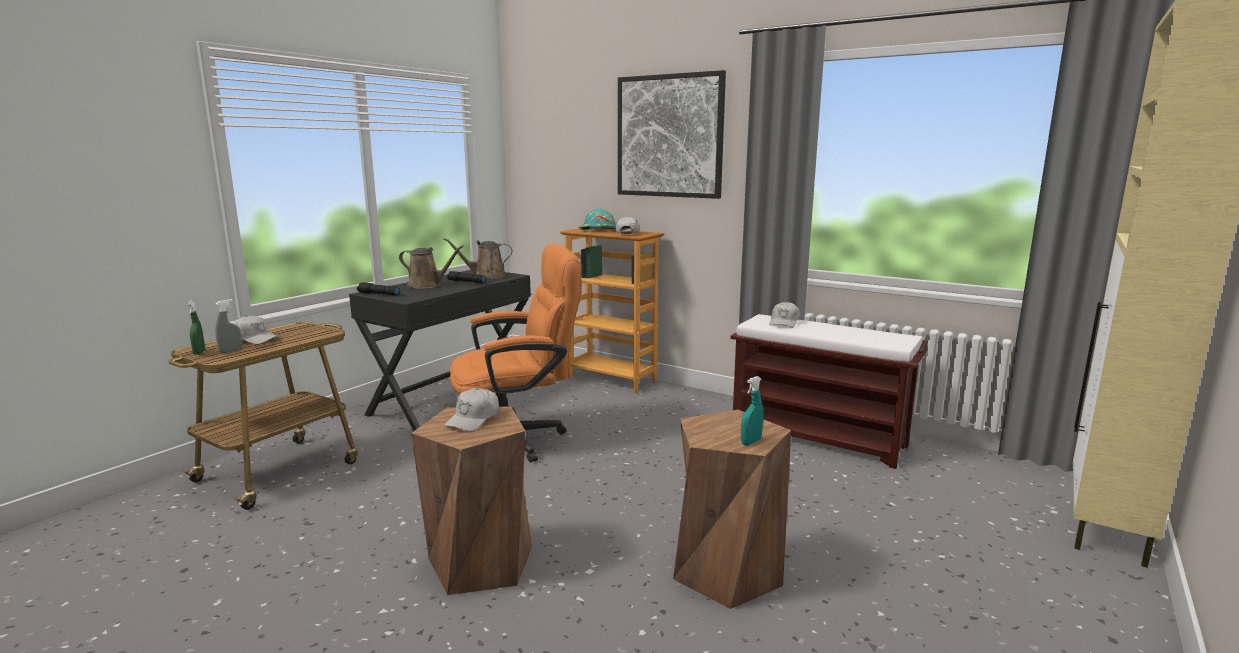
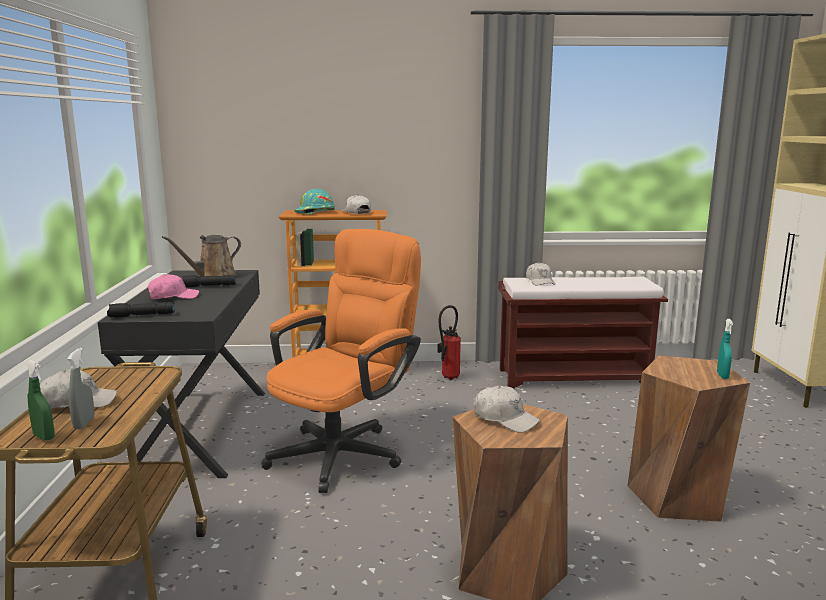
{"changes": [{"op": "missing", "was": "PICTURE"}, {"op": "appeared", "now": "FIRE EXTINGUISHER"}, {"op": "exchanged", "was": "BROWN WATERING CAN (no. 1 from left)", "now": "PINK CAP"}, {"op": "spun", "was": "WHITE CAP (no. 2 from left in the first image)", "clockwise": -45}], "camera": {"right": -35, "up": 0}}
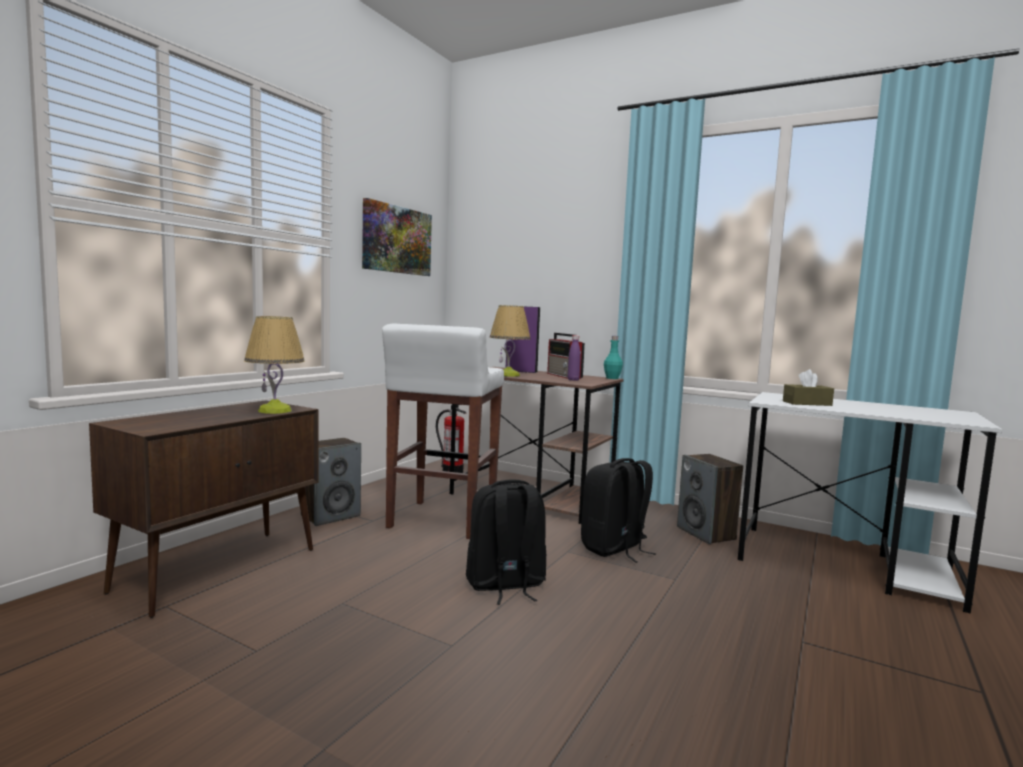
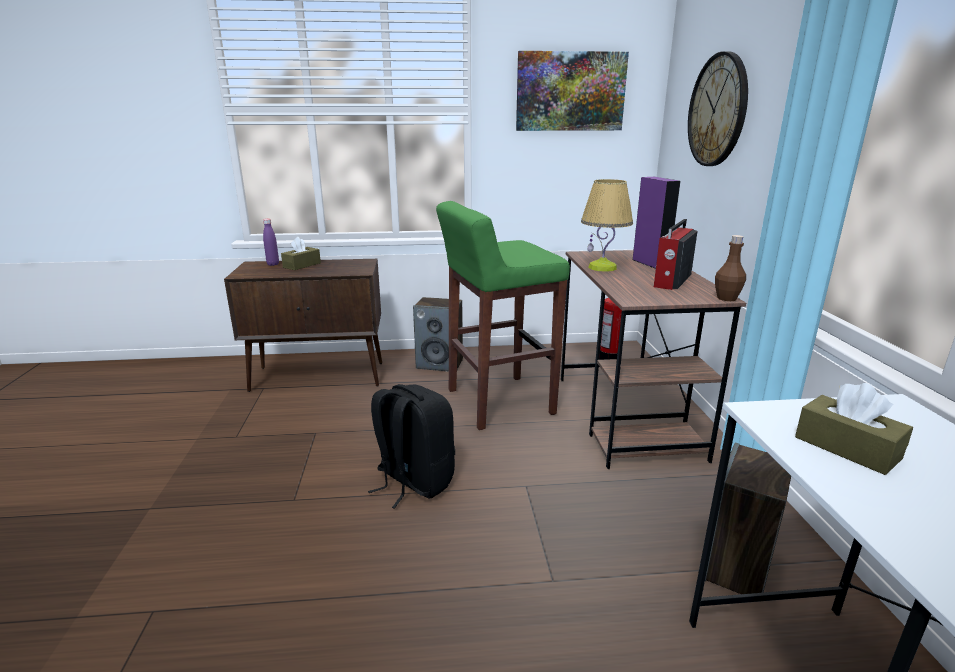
{"changes": [{"op": "missing", "was": "TABLE LAMP (no. 1 from left)"}, {"op": "missing", "was": "BLACK BACKPACK (no. 2 from left)"}, {"op": "appeared", "now": "BROWN TISSUE BOX (no. 1 from left)"}, {"op": "appeared", "now": "WALL CLOCK"}, {"op": "relocated", "was": "PURPLE BOTTLE"}, {"op": "colour", "was": "WHITE STOOL", "now": "GREEN STOOL"}, {"op": "colour", "was": "TURQUOISE BOTTLE", "now": "BROWN BOTTLE"}], "camera": {"right": 55, "up": 15}}
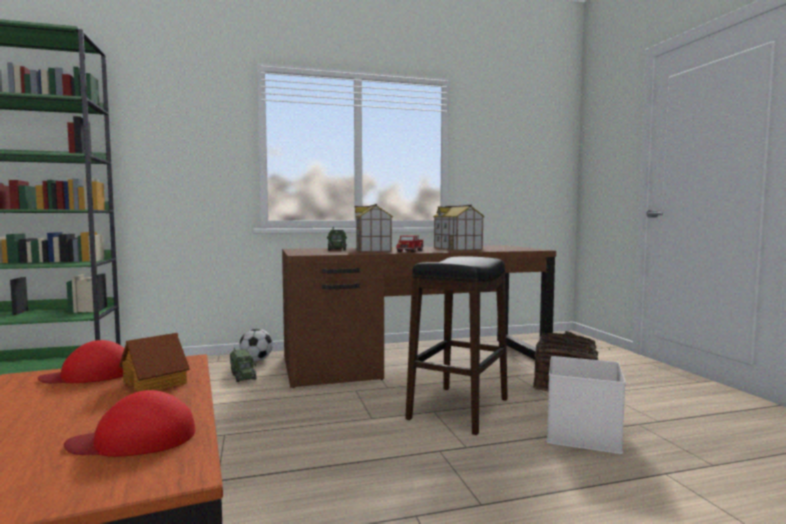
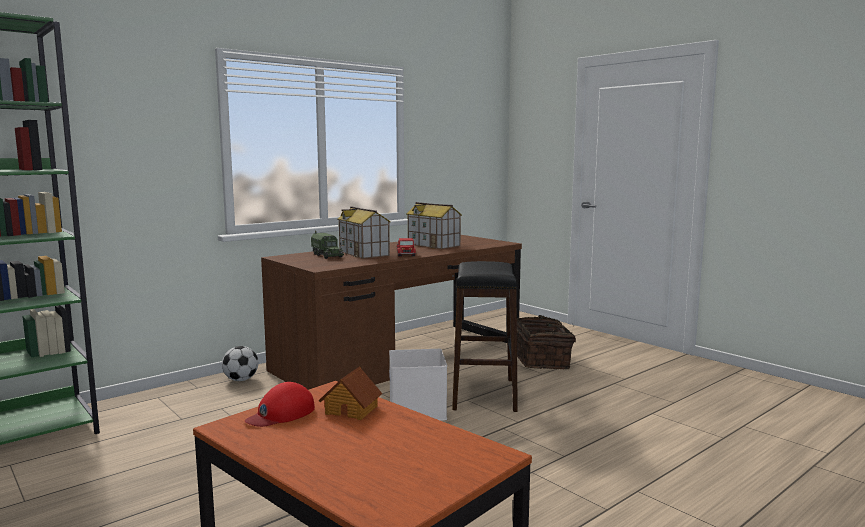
{"changes": [{"op": "missing", "was": "RED CAP (no. 2 from left)"}, {"op": "missing", "was": "TOY TRUCK (no. 1 from left)"}, {"op": "relocated", "was": "WHITE STORAGE BOX"}], "camera": {"right": -25, "up": 5}}
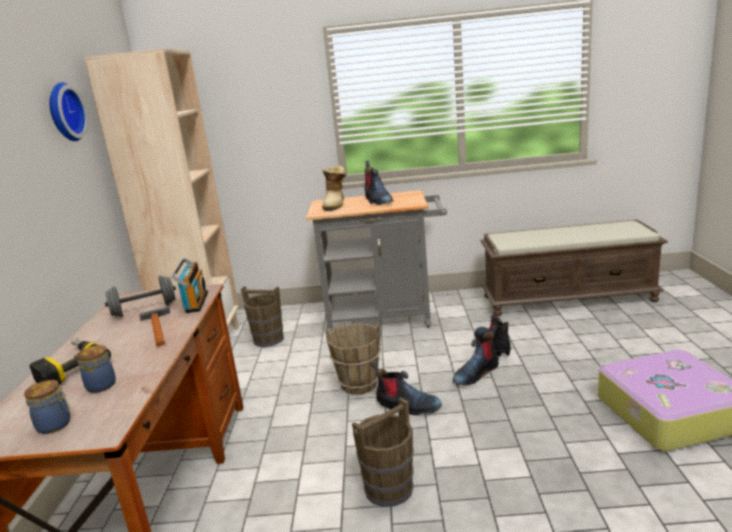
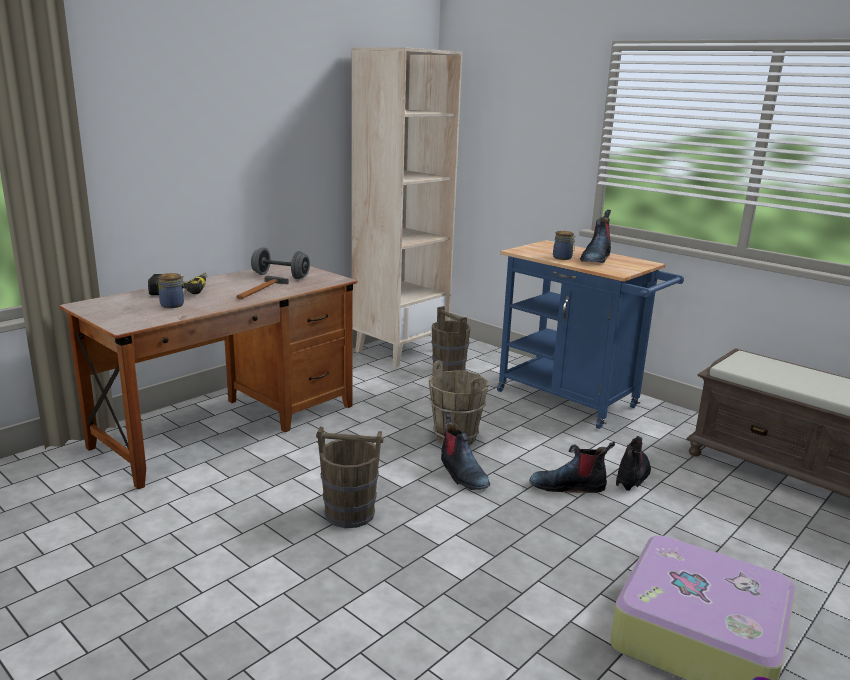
{"changes": [{"op": "missing", "was": "WALL CLOCK"}, {"op": "missing", "was": "RADIO"}, {"op": "missing", "was": "BOOT (no. 1 from left)"}, {"op": "relocated", "was": "JAR (no. 1 from left in the first image)", "now": "JAR (no. 2 from left)"}, {"op": "colour", "was": "GREY CART", "now": "BLUE CART"}], "camera": {"right": 40, "up": 0}}
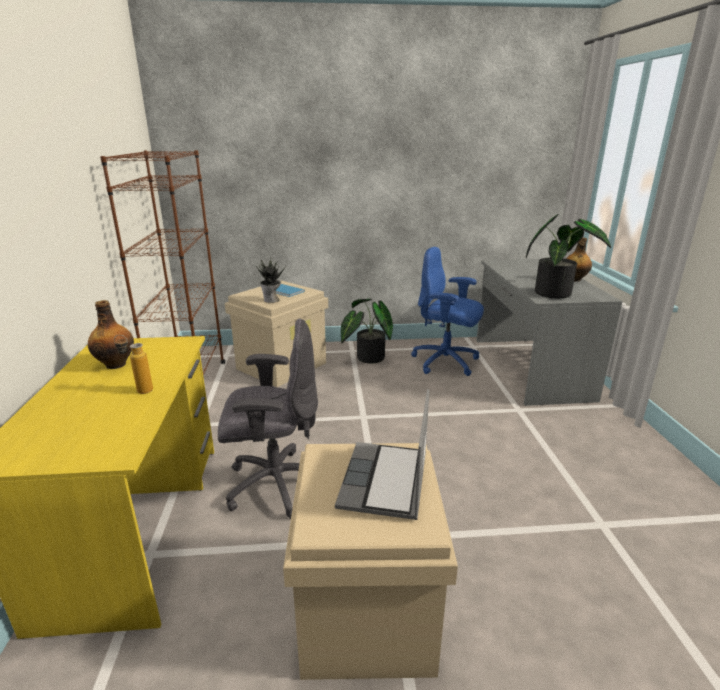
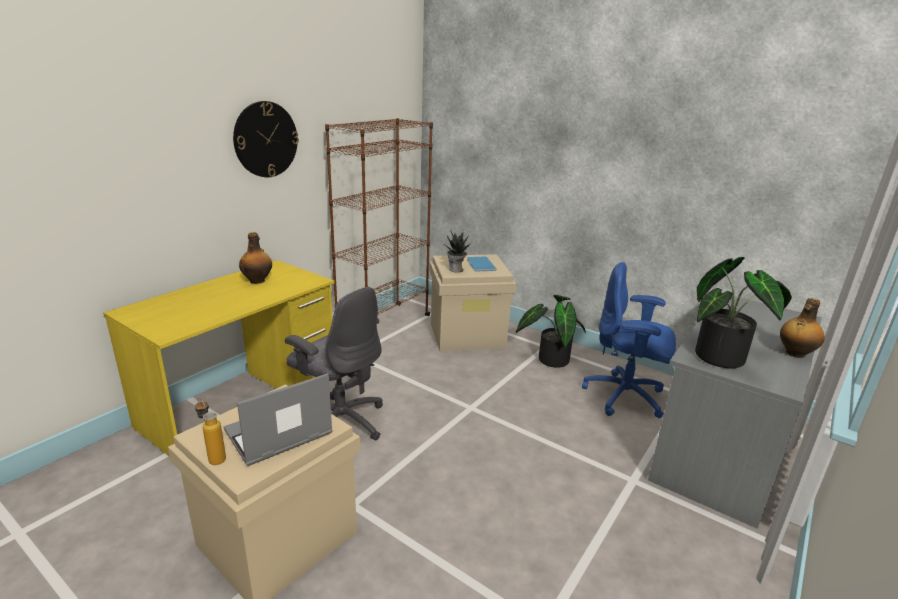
{"changes": [{"op": "appeared", "now": "WALL CLOCK"}, {"op": "relocated", "was": "BOTTLE (no. 2 from left in the first image)", "now": "BOTTLE (no. 1 from left)"}, {"op": "spun", "was": "BLUE OFFICE CHAIR", "clockwise": -45}], "camera": {"right": 40, "up": 0}}
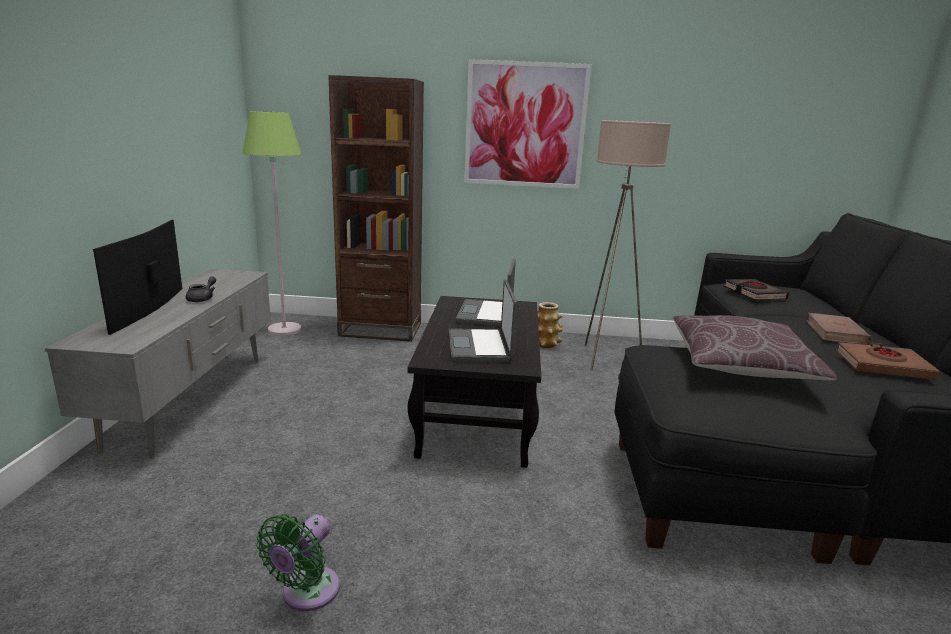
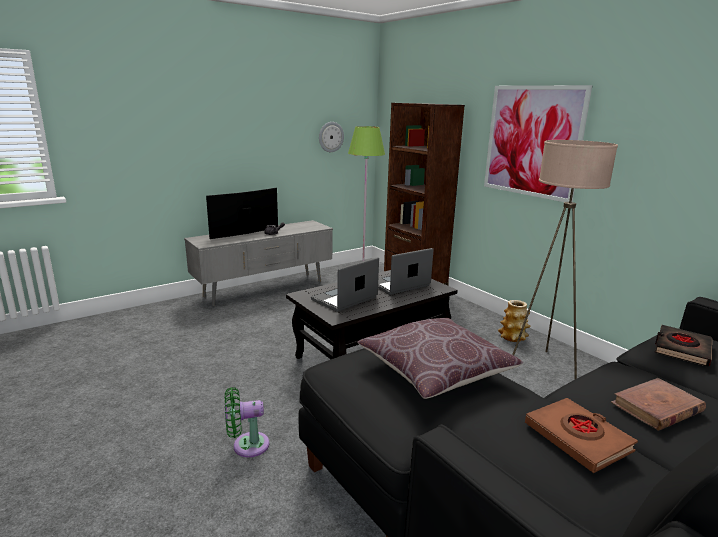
{"changes": [{"op": "appeared", "now": "WALL CLOCK"}, {"op": "relocated", "was": "GREEN FAN"}], "camera": {"right": 50, "up": 0}}
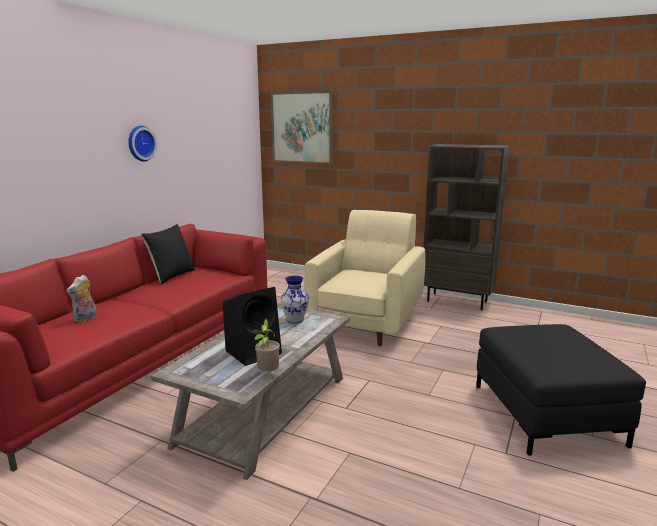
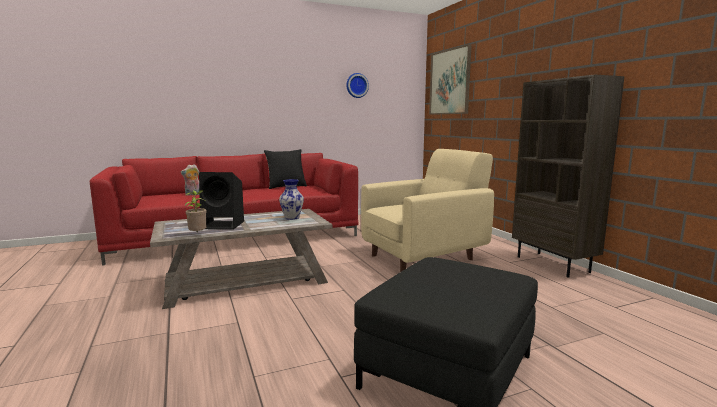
{"changes": [{"op": "relocated", "was": "WALL CLOCK"}], "camera": {"right": 40, "up": -5}}
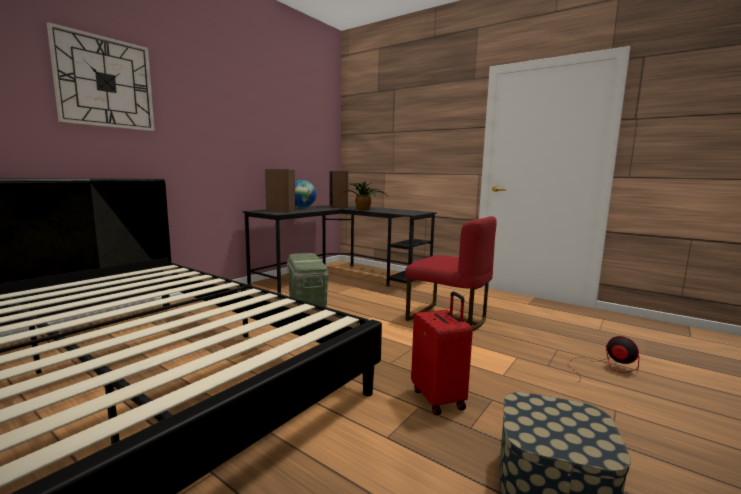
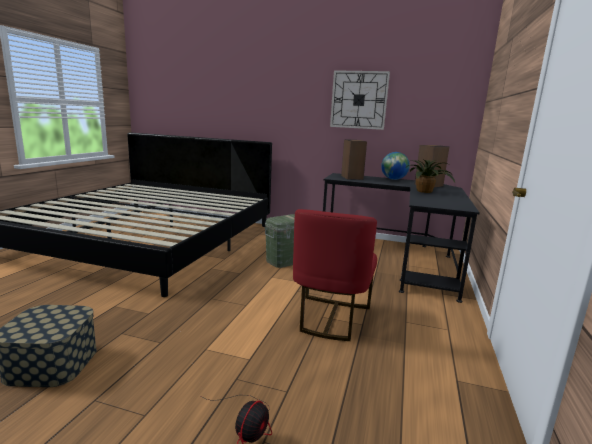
{"changes": [{"op": "missing", "was": "RED SUITCASE"}, {"op": "relocated", "was": "WALL CLOCK"}], "camera": {"right": 70, "up": 5}}
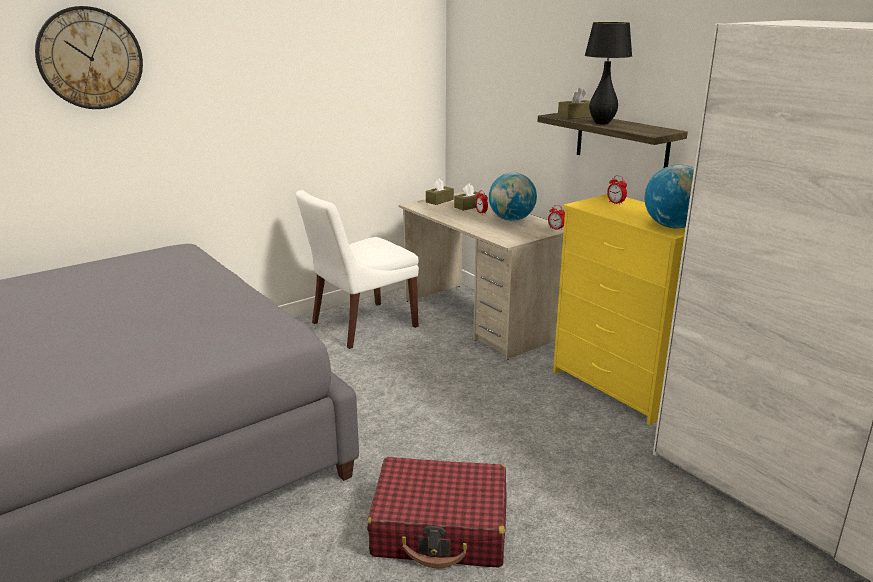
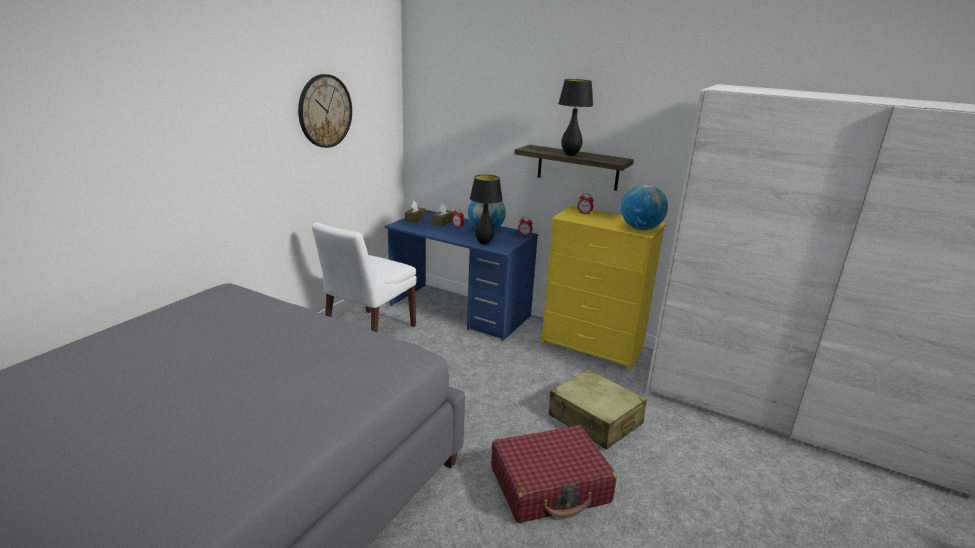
{"changes": [{"op": "missing", "was": "BROWN TISSUE BOX (no. 3 from left)"}, {"op": "appeared", "now": "BLACK TABLE LAMP (no. 1 from left)"}, {"op": "appeared", "now": "BEIGE SUITCASE"}, {"op": "relocated", "was": "WALL CLOCK"}, {"op": "colour", "was": "BEIGE DESK", "now": "BLUE DESK"}], "camera": {"right": -25, "up": 0}}
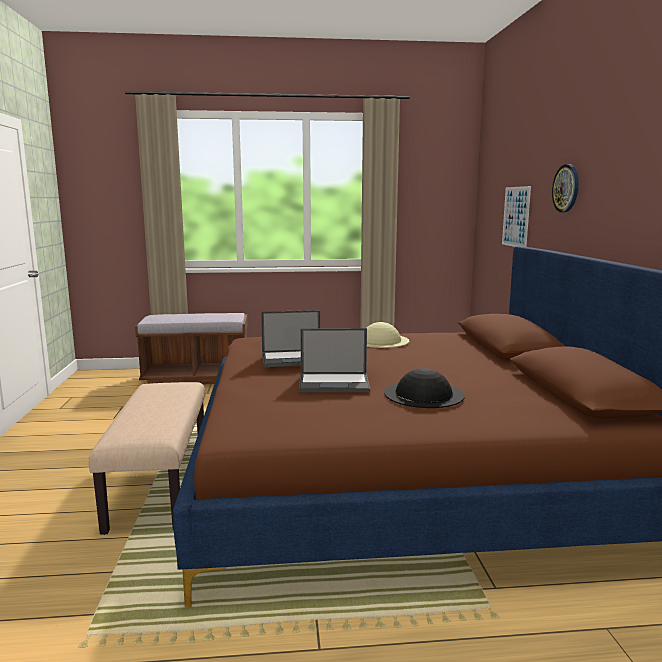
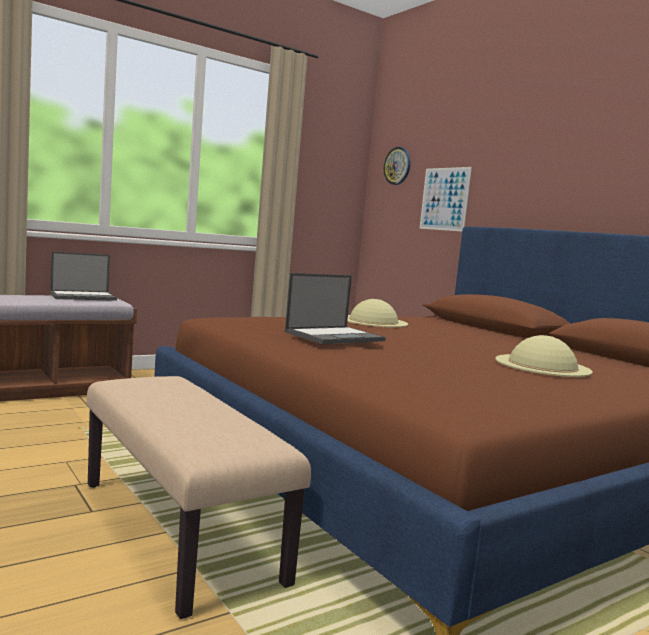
{"changes": [{"op": "relocated", "was": "LAPTOP (no. 2 from left in the first image)", "now": "LAPTOP (no. 1 from left)"}, {"op": "relocated", "was": "WALL CLOCK"}, {"op": "colour", "was": "BLACK HAT", "now": "BEIGE HAT (no. 2 from left)"}], "camera": {"right": -30, "up": -5}}
